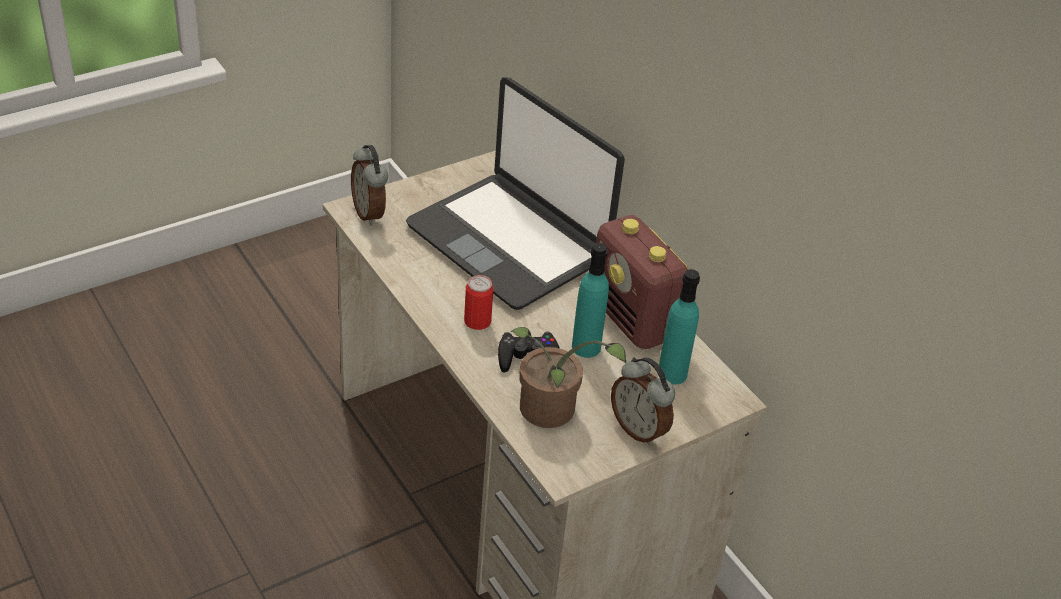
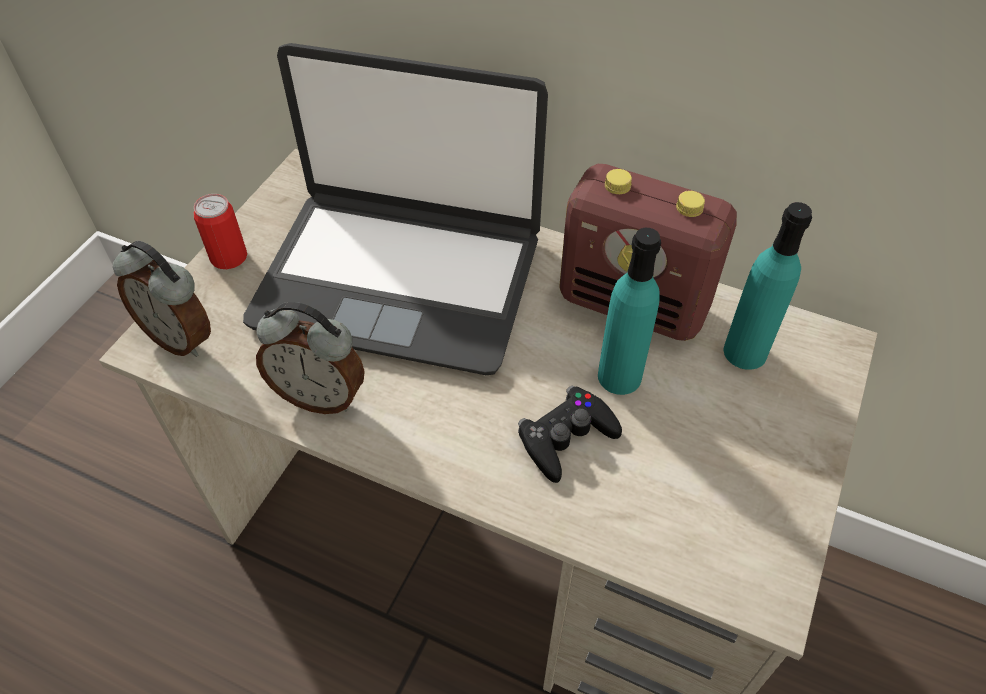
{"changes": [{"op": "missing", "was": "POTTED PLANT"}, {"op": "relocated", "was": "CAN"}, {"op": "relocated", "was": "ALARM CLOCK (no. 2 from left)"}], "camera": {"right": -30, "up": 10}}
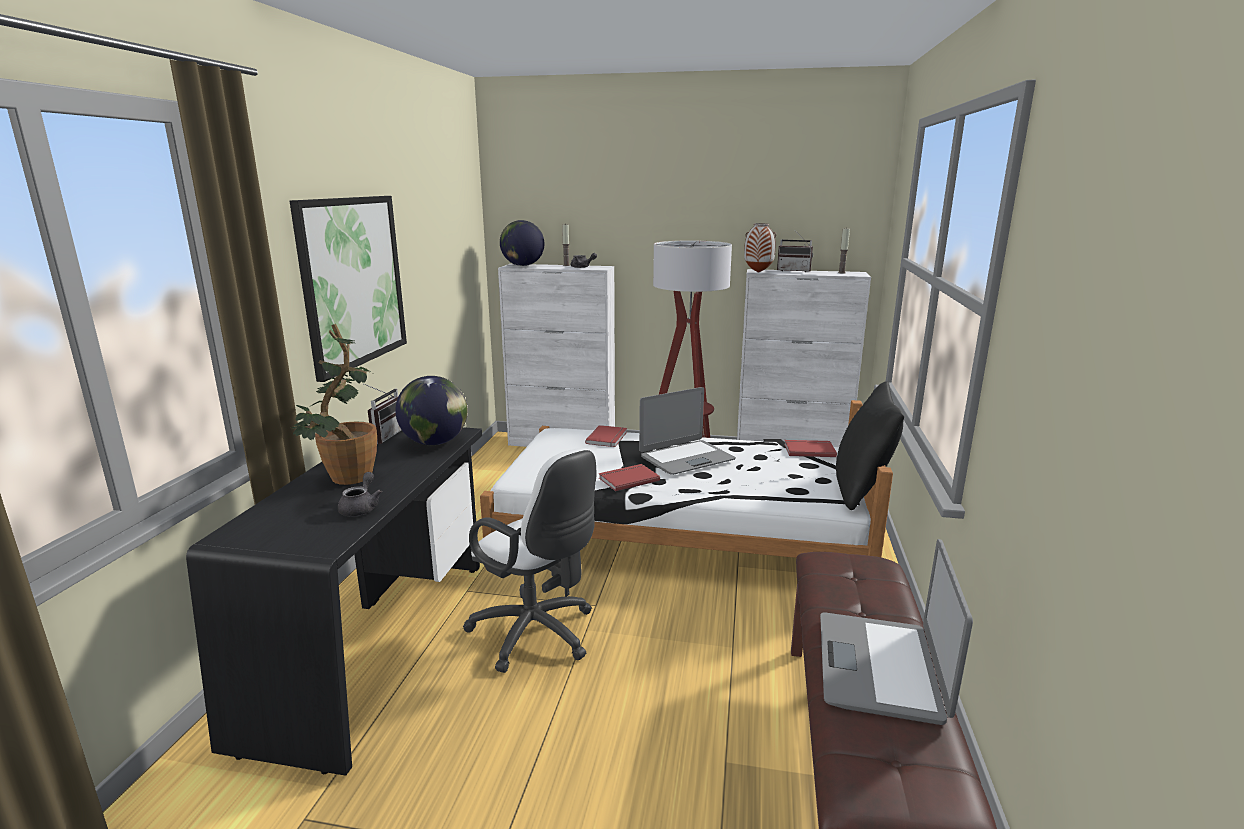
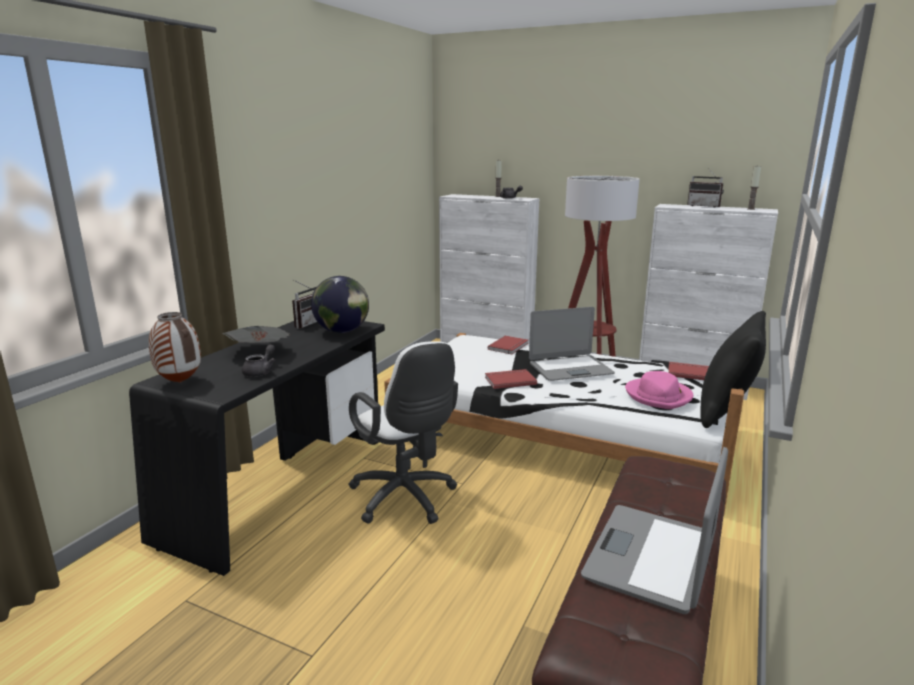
{"changes": [{"op": "missing", "was": "PICTURE"}, {"op": "missing", "was": "GLOBE (no. 2 from left)"}, {"op": "appeared", "now": "PINK HAT"}, {"op": "relocated", "was": "VASE"}, {"op": "exchanged", "was": "POTTED PLANT", "now": "NEWSPAPER"}], "camera": {"right": 15, "up": 0}}
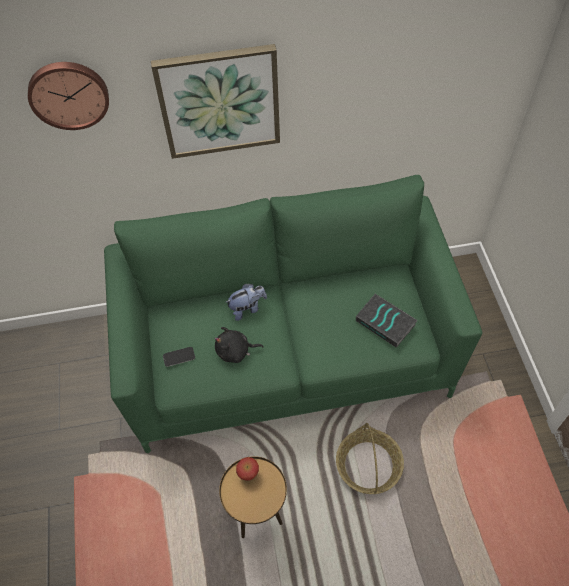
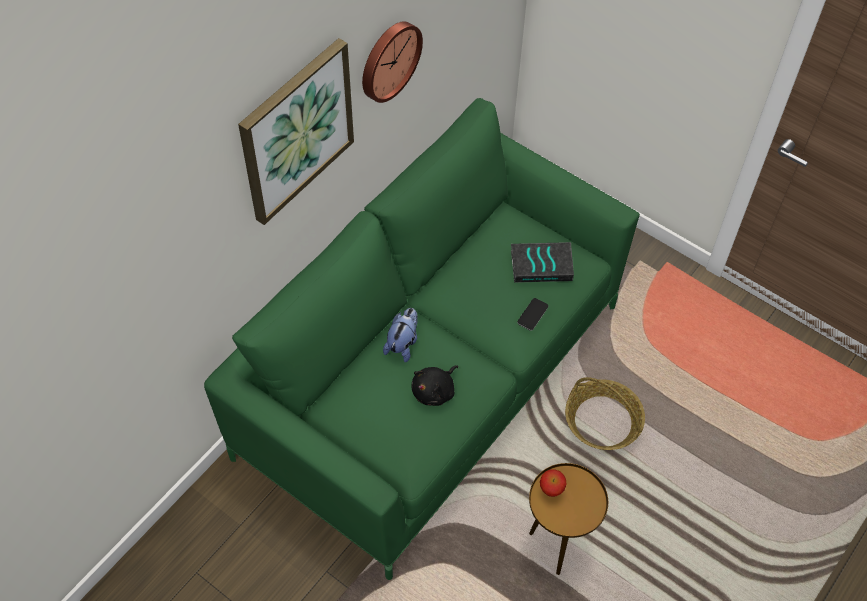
{"changes": [{"op": "relocated", "was": "WALL CLOCK"}, {"op": "relocated", "was": "PHONE"}], "camera": {"right": -45, "up": 0}}
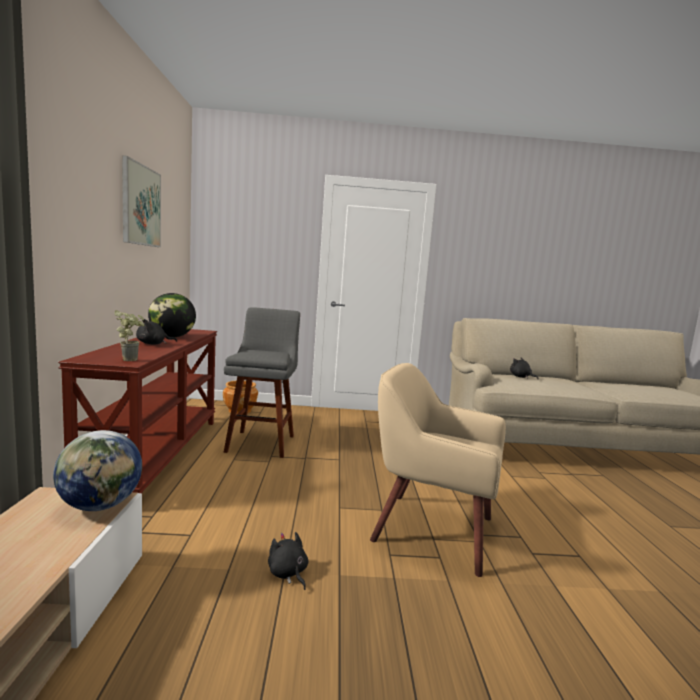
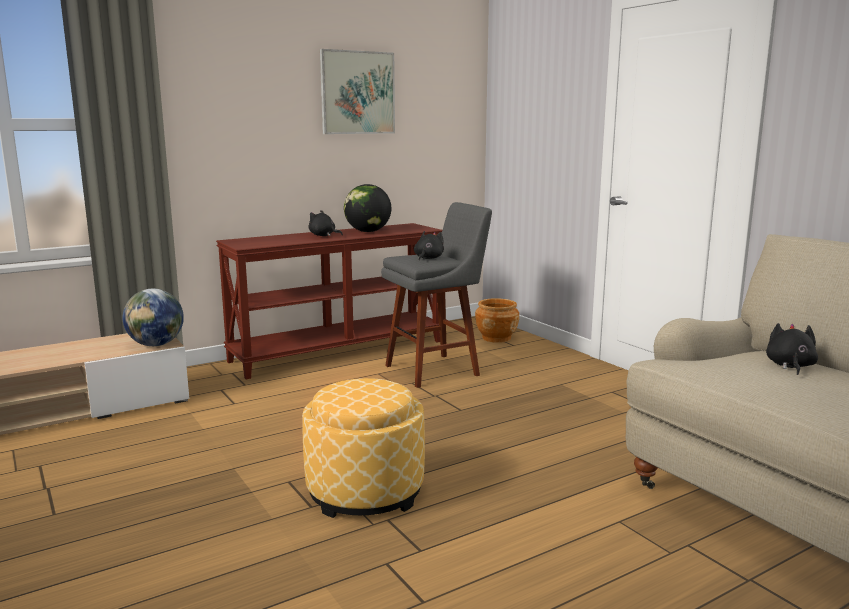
{"changes": [{"op": "missing", "was": "POTTED PLANT"}, {"op": "relocated", "was": "BLACK PLUSH TOY (no. 2 from left)"}, {"op": "exchanged", "was": "BEIGE ARMCHAIR", "now": "OTTOMAN"}], "camera": {"right": 60, "up": 5}}
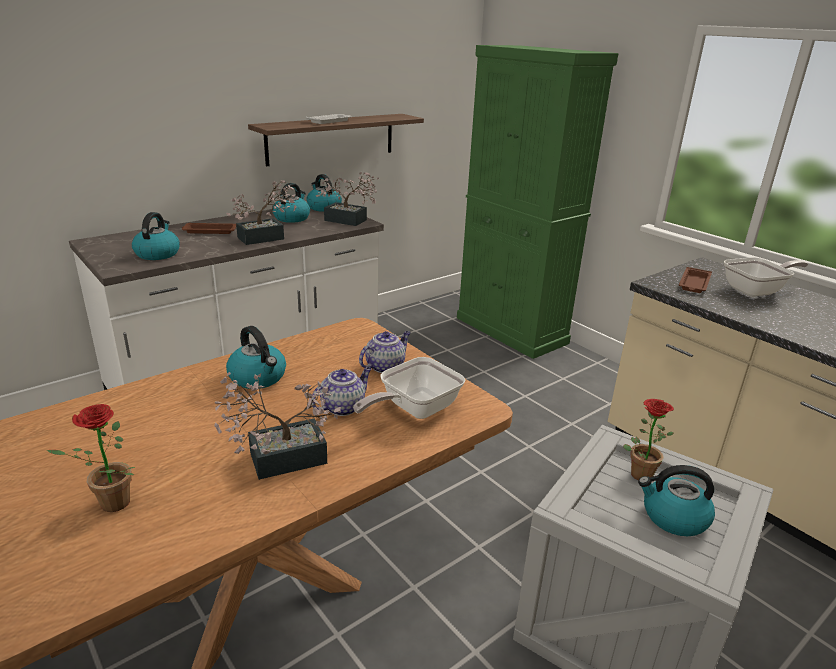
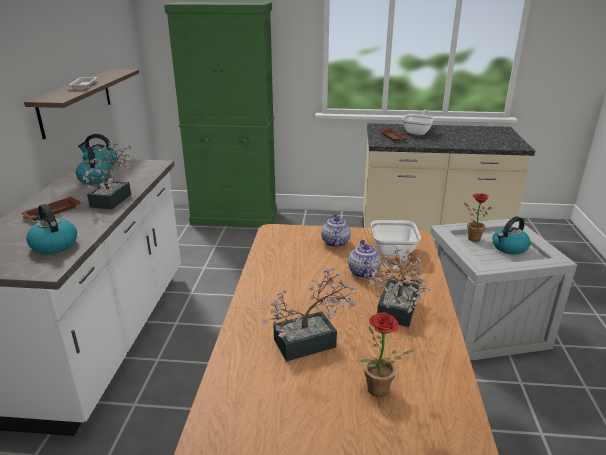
{"changes": [{"op": "missing", "was": "KETTLE (no. 2 from left)"}, {"op": "relocated", "was": "POTTED PLANT (no. 4 from left in the first image)", "now": "POTTED PLANT (no. 2 from left)"}], "camera": {"right": -45, "up": 0}}
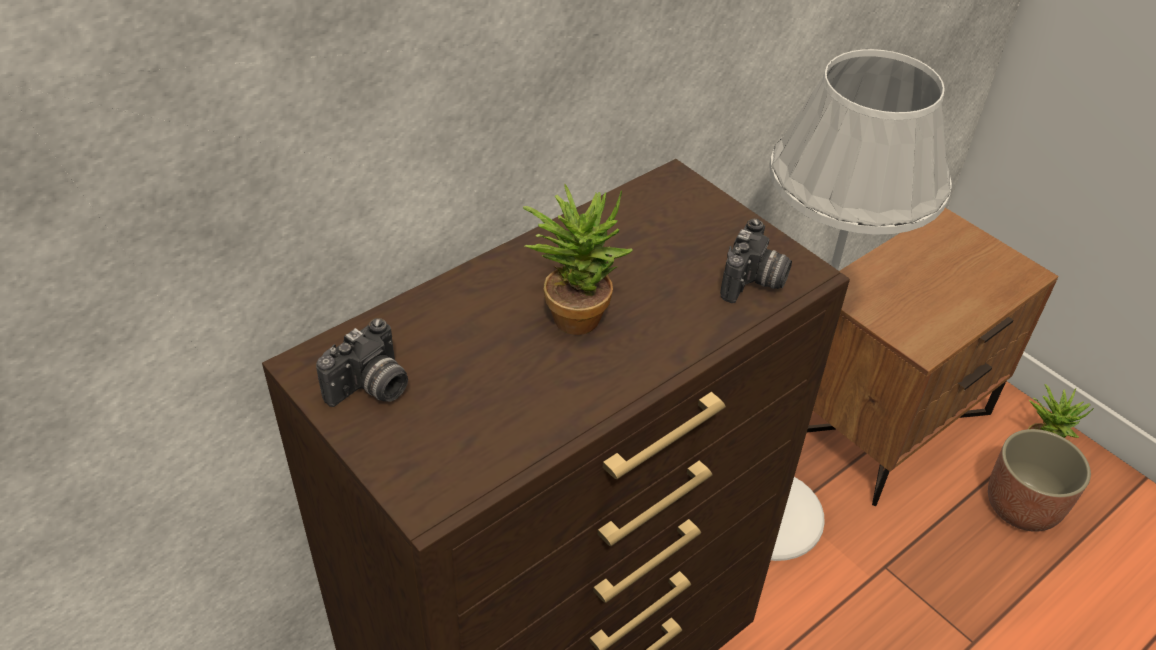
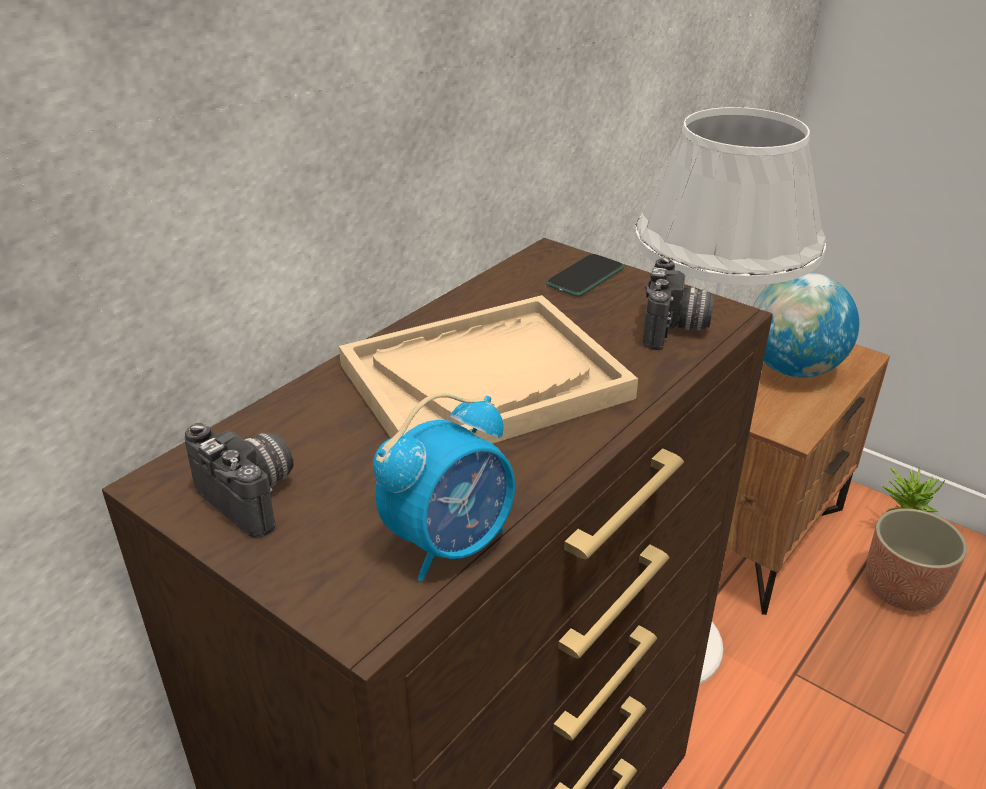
{"changes": [{"op": "appeared", "now": "ALARM CLOCK"}, {"op": "appeared", "now": "PHONE"}, {"op": "appeared", "now": "GLOBE"}, {"op": "exchanged", "was": "POTTED PLANT (no. 1 from left)", "now": "BEIGE TRAY"}, {"op": "spun", "was": "PHOTO CAMERA (no. 1 from left)", "clockwise": -75}], "camera": {"right": -10, "up": -10}}
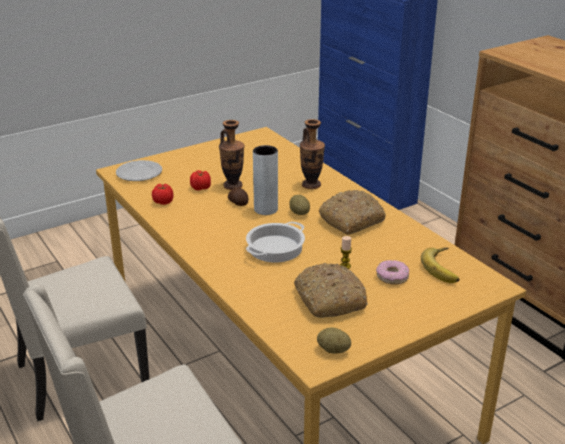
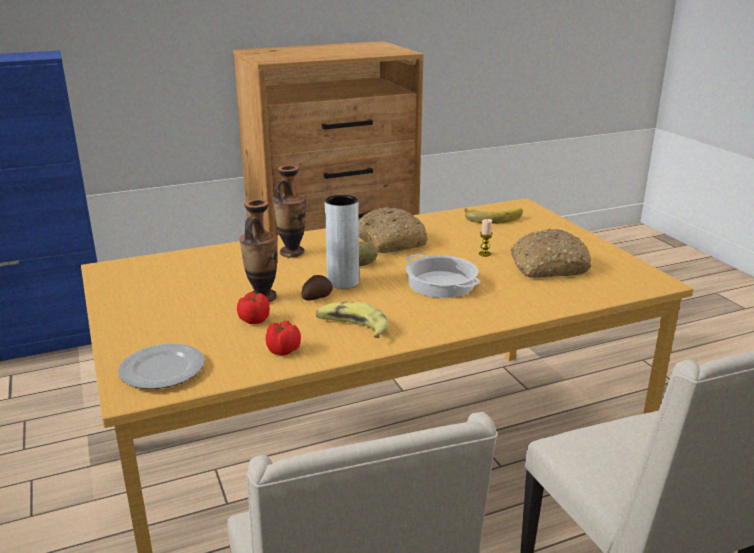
{"changes": [{"op": "missing", "was": "POTATO (no. 3 from left)"}, {"op": "missing", "was": "DONUT"}, {"op": "appeared", "now": "BANANA (no. 1 from left)"}], "camera": {"right": -80, "up": -5}}
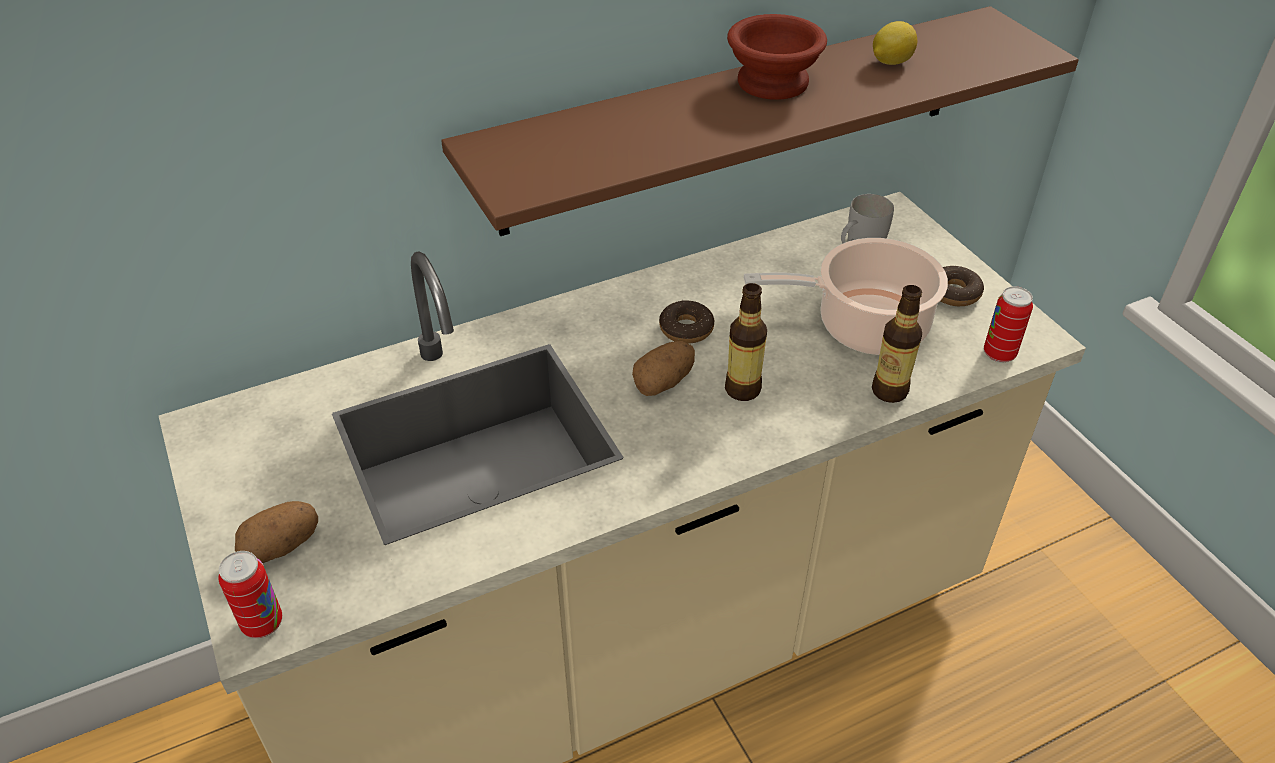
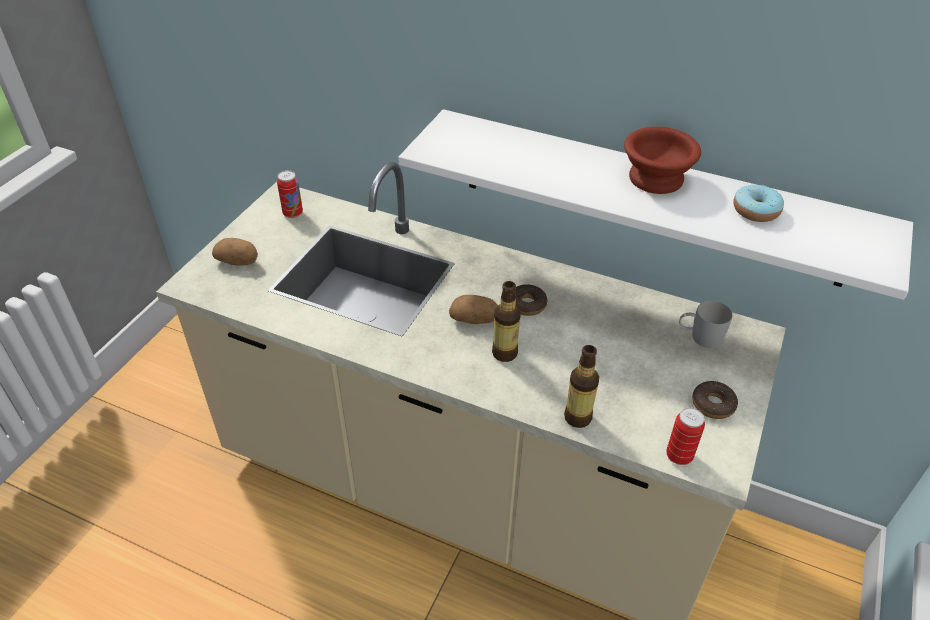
{"changes": [{"op": "missing", "was": "COOKING POT"}, {"op": "relocated", "was": "CAN (no. 1 from left)"}, {"op": "exchanged", "was": "LEMON", "now": "DONUT (no. 3 from left)"}, {"op": "colour", "was": "BROWN SHELF", "now": "WHITE SHELF"}], "camera": {"right": 50, "up": 0}}
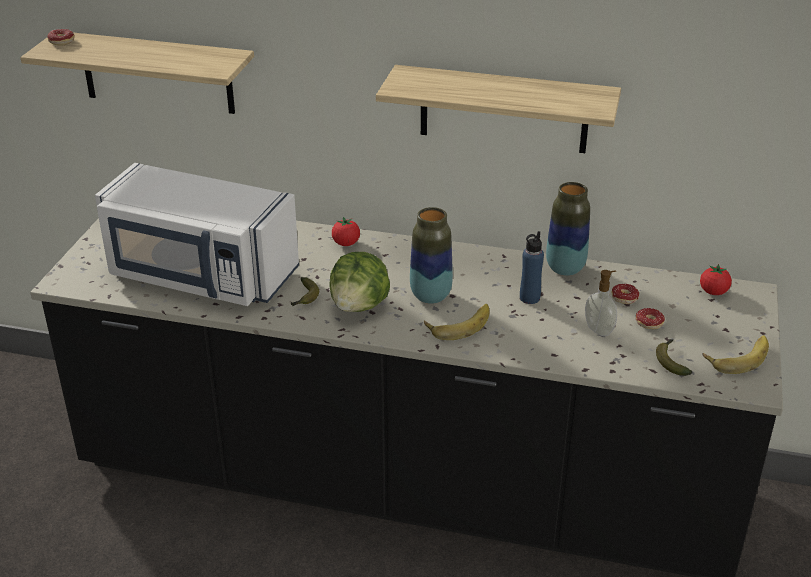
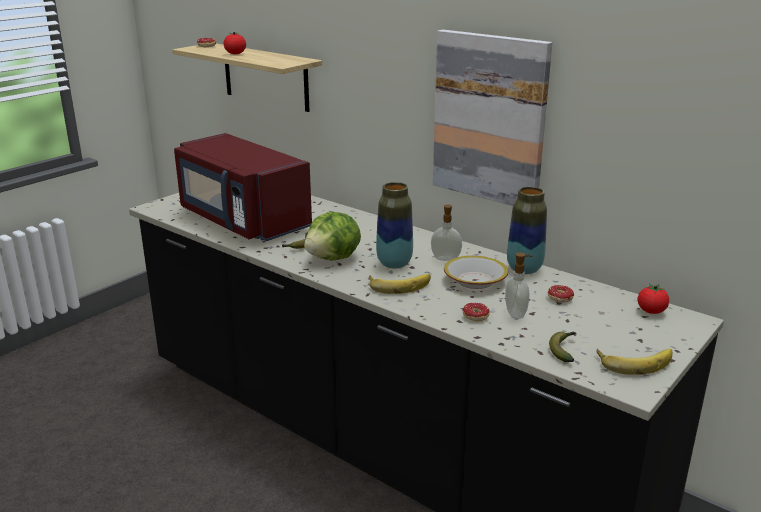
{"changes": [{"op": "appeared", "now": "SOAP DISPENSER (no. 1 from left)"}, {"op": "relocated", "was": "TOMATO (no. 1 from left)"}, {"op": "relocated", "was": "DONUT (no. 3 from left in the first image)", "now": "DONUT (no. 2 from left)"}, {"op": "exchanged", "was": "SHELF (no. 2 from left)", "now": "PICTURE"}, {"op": "exchanged", "was": "BLUE BOTTLE", "now": "BOWL"}, {"op": "colour", "was": "WHITE MICROWAVE", "now": "RED MICROWAVE"}], "camera": {"right": 25, "up": -10}}
